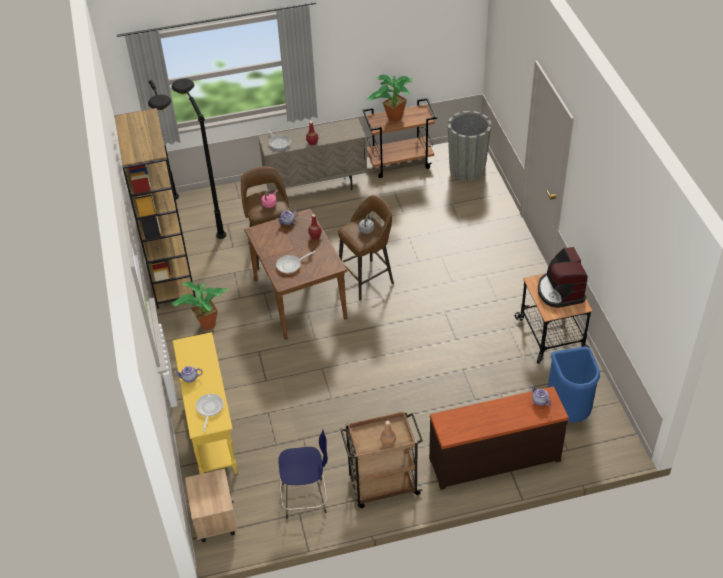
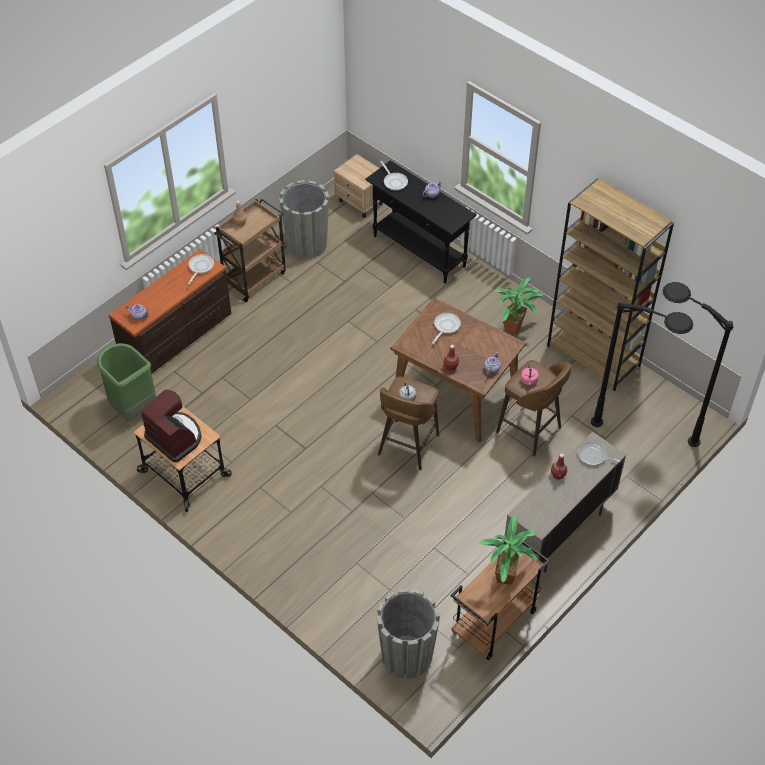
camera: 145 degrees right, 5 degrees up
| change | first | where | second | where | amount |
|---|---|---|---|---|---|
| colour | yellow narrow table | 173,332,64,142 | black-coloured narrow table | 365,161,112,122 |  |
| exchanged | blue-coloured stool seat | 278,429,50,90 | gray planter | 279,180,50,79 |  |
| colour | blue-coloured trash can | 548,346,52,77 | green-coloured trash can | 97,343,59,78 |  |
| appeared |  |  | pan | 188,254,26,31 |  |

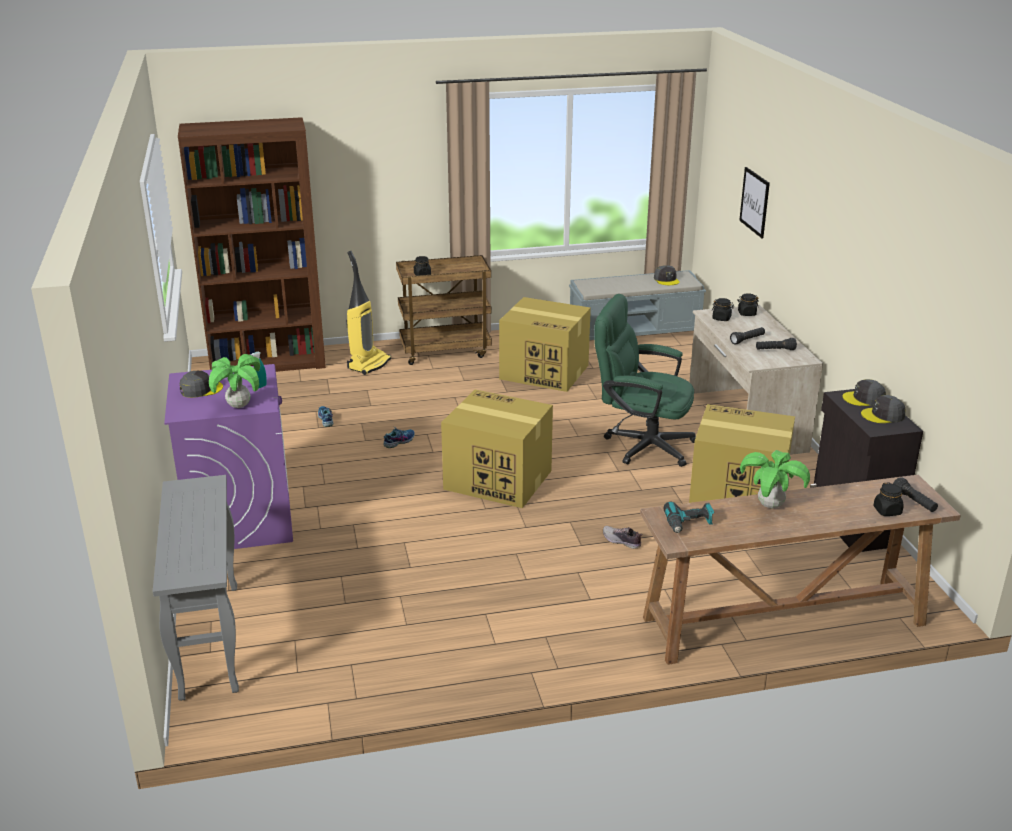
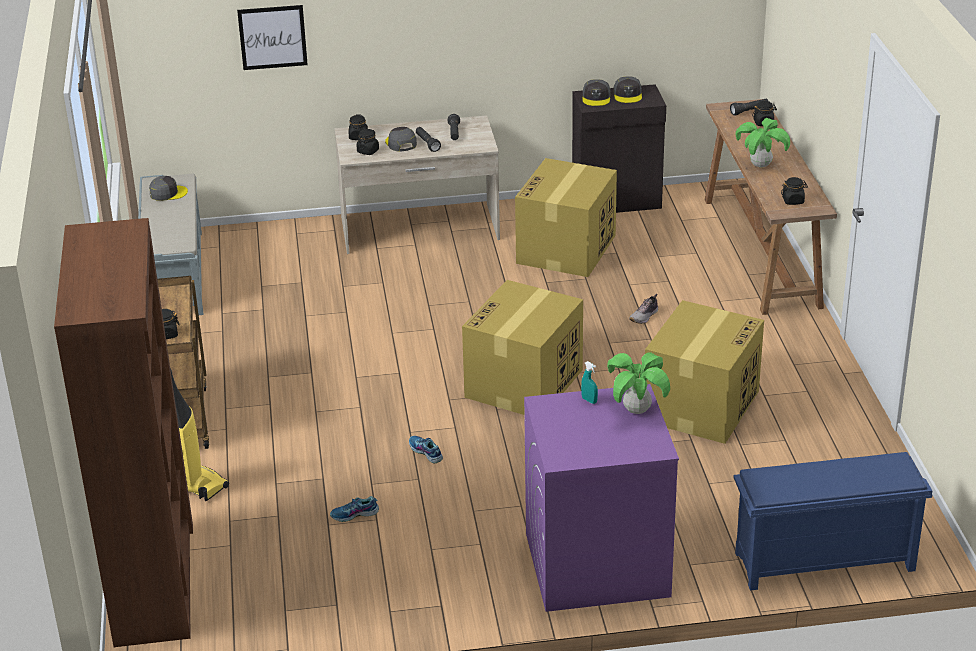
camera: 85 degrees left, 5 degrees up
| change | first | where | second | where | amount |
|---|---|---|---|---|---|
| exchanged | gray narrow table | 153,475,86,226 | blue-coloured shoe stand | 733,452,199,139 |  |
| relocated | gray peaked cap | 180,371,43,27 |  | 385,127,32,25 |  |
| relocated | cardboard box | 499,297,92,95 |  | 645,300,119,144 |  |
| missing | green-coloured computer chair | 594,294,102,173 |  |  |  |
| exchanged | drill | 664,501,50,32 | black-coloured jar | 781,177,27,28 |  |

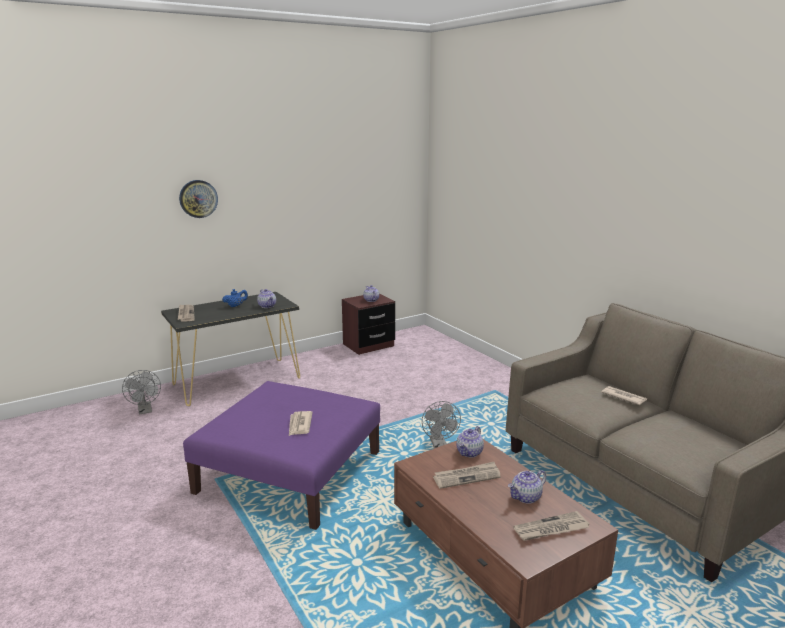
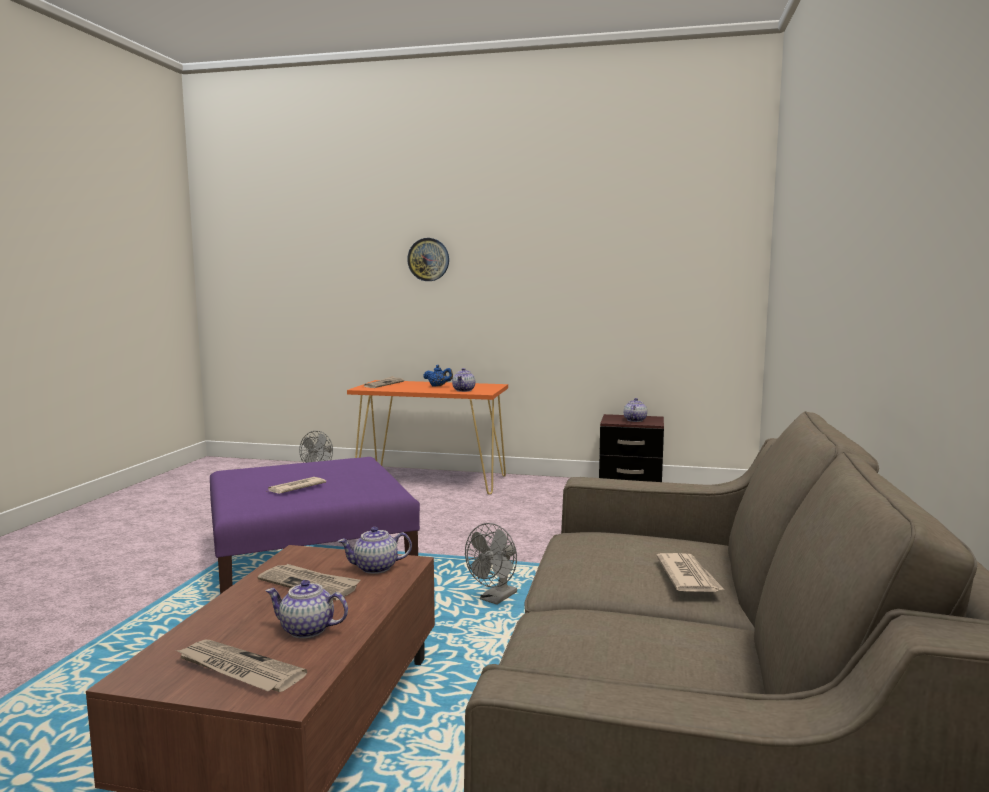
camera: 45 degrees right, 10 degrees down
| change | first | where | second | where | amount |
|---|---|---|---|---|---|
| colour | black-coloured narrow table | 161,292,139,114 | orangey narrow table | 347,380,161,115 |  |

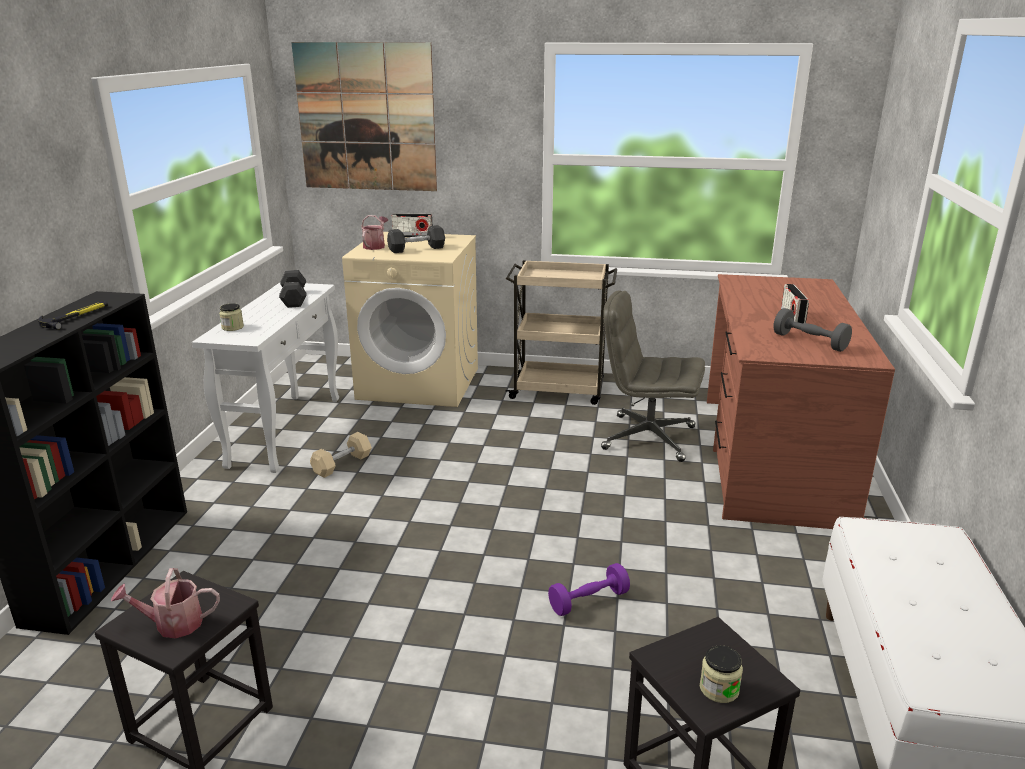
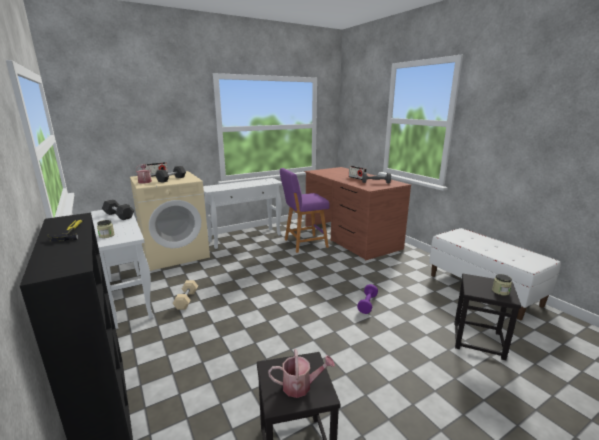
camera: 40 degrees left, 5 degrees down
| change | first | where | second | where | amount |
|---|---|---|---|---|---|
| spun | sprinkling can | 111,568,109,71 |  | 268,349,67,49 | 135 degrees counterclockwise |
| missing | wall art | 291,42,146,149 |  |  |  |
| exchanged | beige wheeled cart | 506,260,111,145 | whitish narrow table | 203,178,79,71 |  |
| exchanged | gray computer chair | 601,290,104,172 | purple-coloured stool seat | 280,168,50,85 |  |

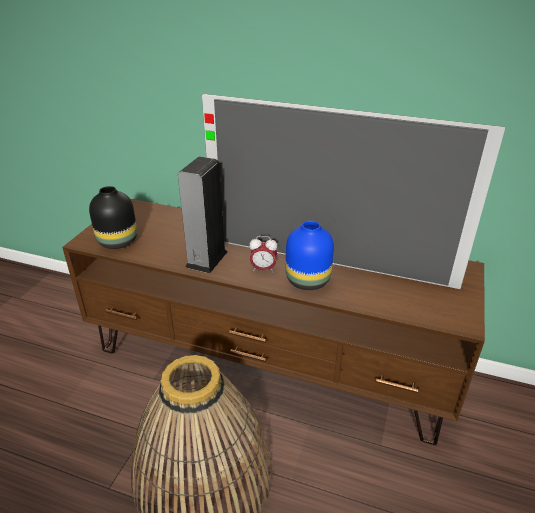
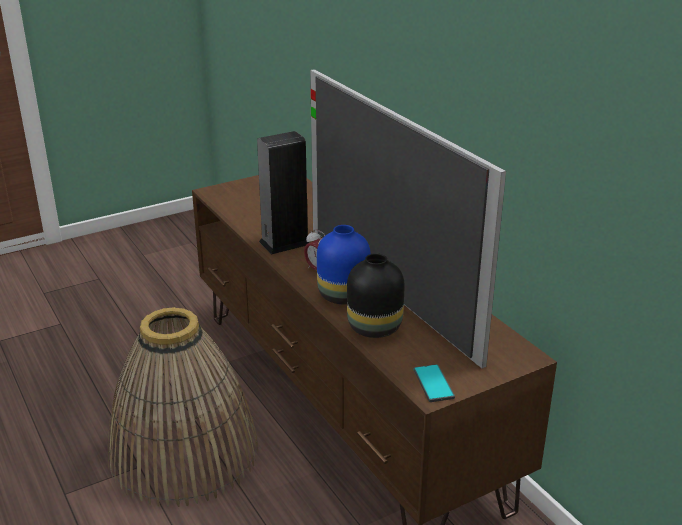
camera: 40 degrees right, 5 degrees down
| change | first | where | second | where | amount |
|---|---|---|---|---|---|
| relocated | black-coloured flower vase | 89,186,48,63 |  | 347,253,57,85 |  |
| appeared |  |  | telephone | 414,364,41,38 |  |

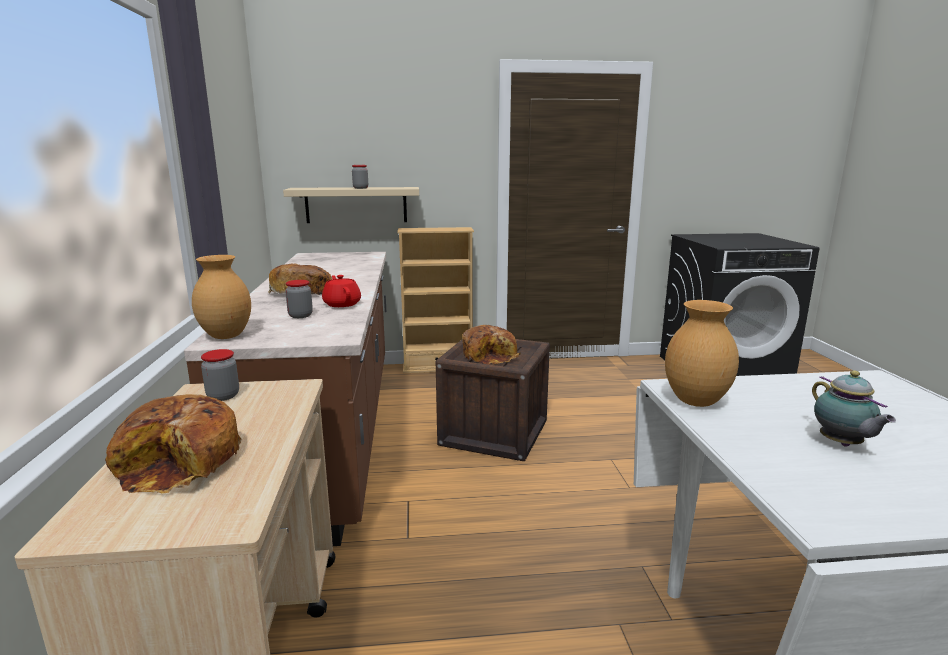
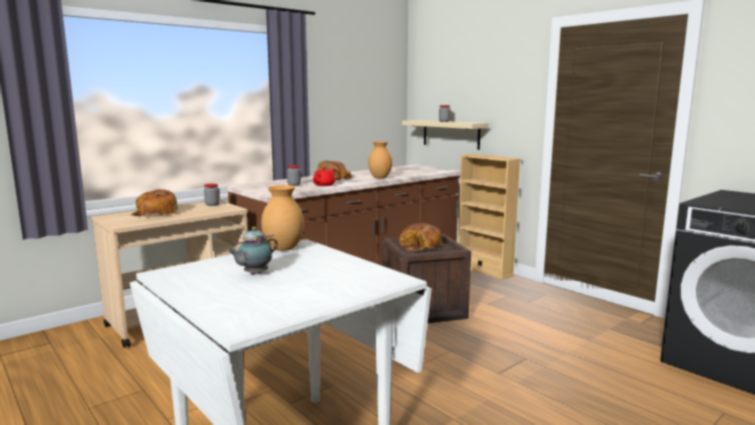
camera: 55 degrees right, 5 degrees down
| change | first | where | second | where | amount |
|---|---|---|---|---|---|
| relocated | brown-coloured flower vase | 192,255,59,84 |  | 368,141,24,38 |  |

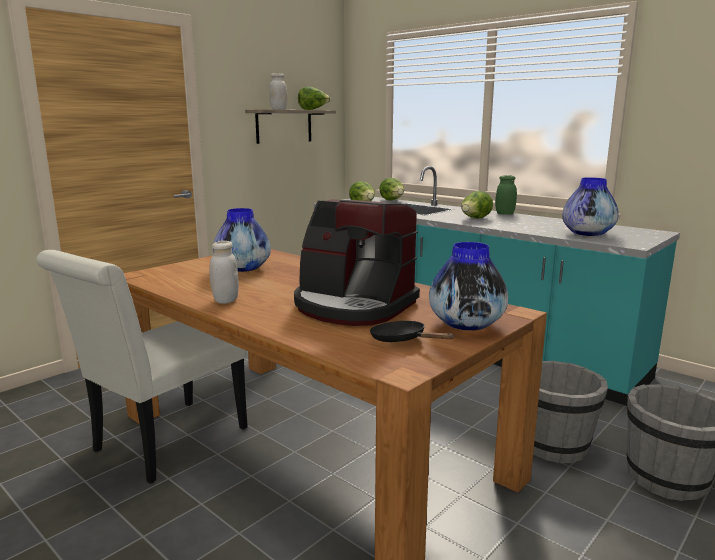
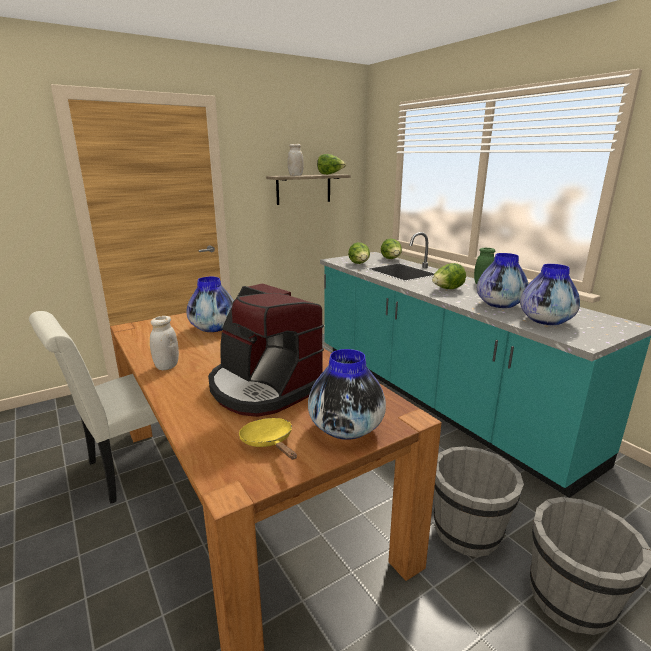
camera: 15 degrees right, 5 degrees up
| change | first | where | second | where | amount |
|---|---|---|---|---|---|
| colour | black-coloured pan | 370,321,85,21 | yellow pan | 239,418,58,42 |  |
| appeared |  |  | flower vase | 477,253,51,55 |  |

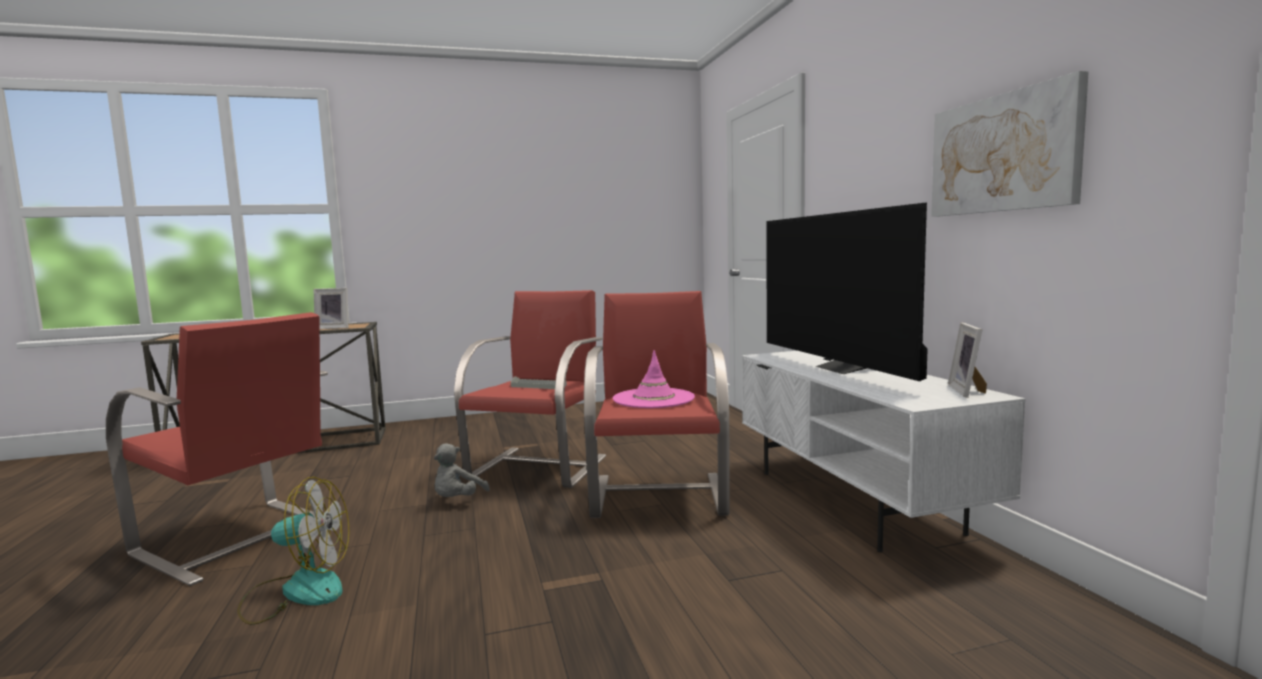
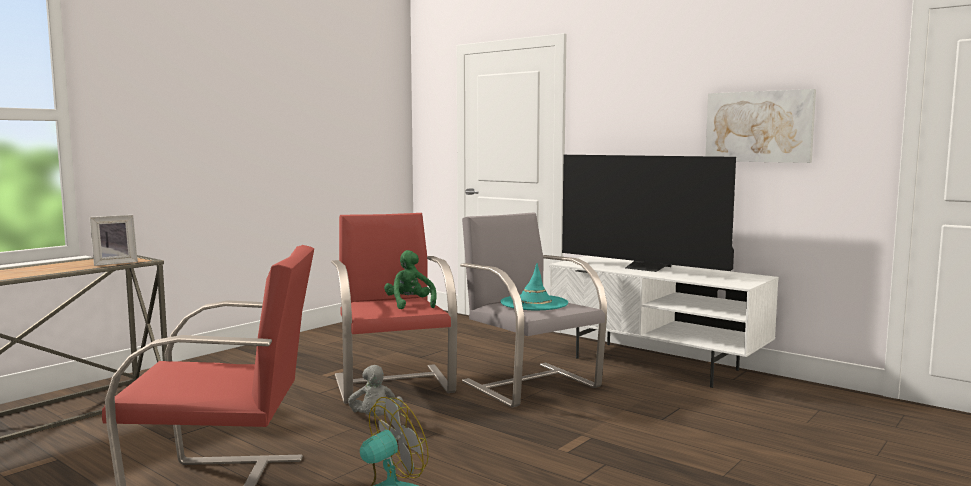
camera: 35 degrees left, 0 degrees up
| change | first | where | second | where | amount |
|---|---|---|---|---|---|
| exchanged | gray tray | 511,376,56,13 | green-coloured plush toy | 384,250,53,59 |  |
| colour | reddish easy chair | 584,291,146,227 | gray easy chair | 460,212,147,195 |  |
| colour | pink-coloured wearable hat | 613,350,82,58 | turquoise-coloured wearable hat | 500,263,68,47 |  |
| missing | picture frame | 948,322,39,76 |  |  |  |

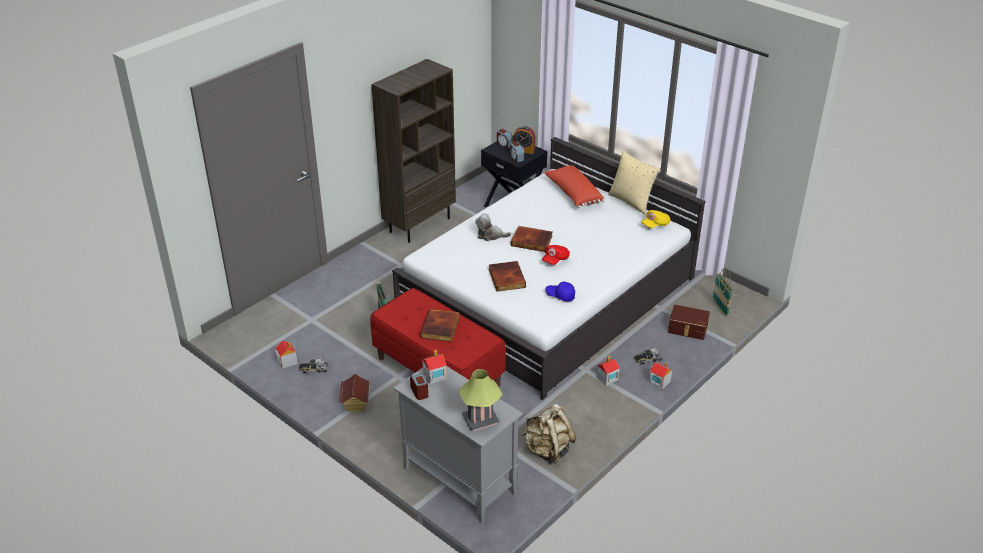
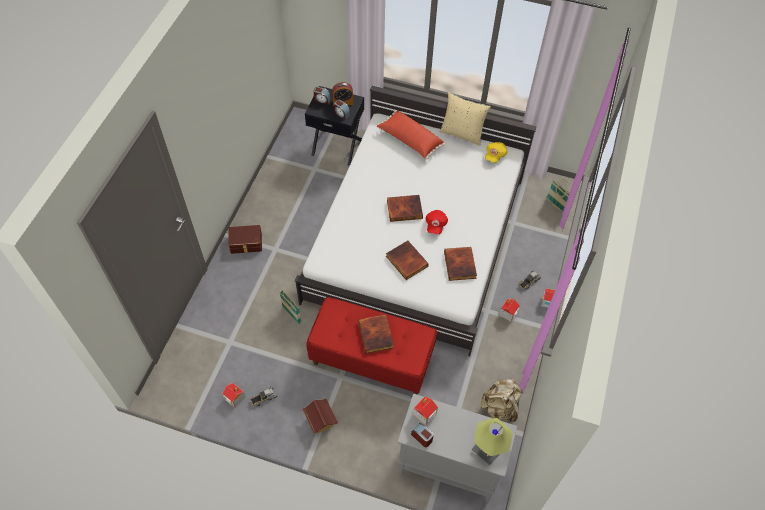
camera: 25 degrees left, 20 degrees up
| change | first | where | second | where | amount |
|---|---|---|---|---|---|
| missing | brown-coloured bookcase | 371,59,85,184 |  |  |  |
| missing | plush toy | 475,213,36,28 |  |  |  |
| exchanged | blue-coloured peaked cap | 546,281,29,21 | book | 444,247,33,34 |  |
| relocated | brown-coloured storage container | 668,305,42,35 |  | 228,225,34,29 |  |

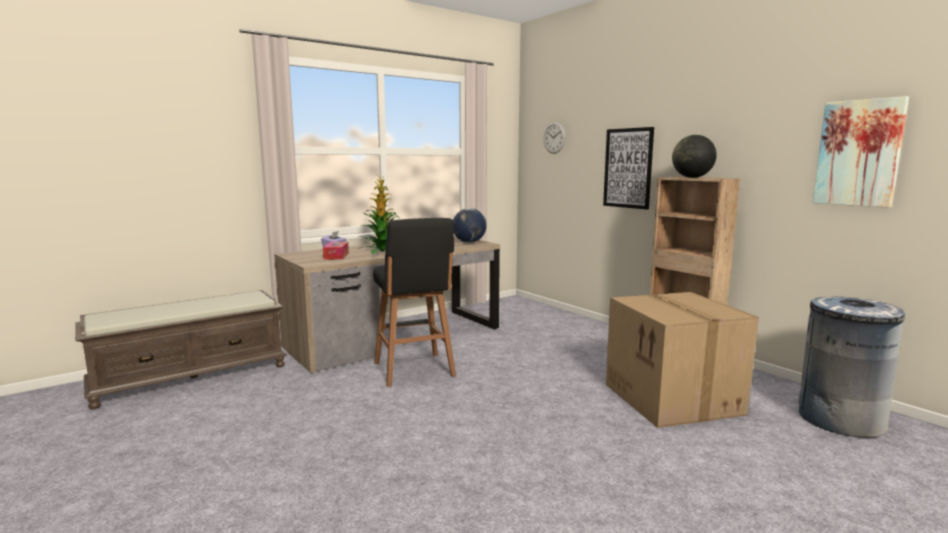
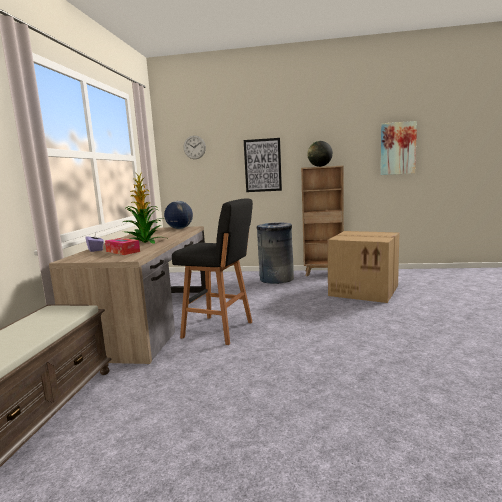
camera: 45 degrees left, 0 degrees up
| change | first | where | second | where | amount |
|---|---|---|---|---|---|
| relocated | gray trash can | 798,296,108,142 |  | 257,222,37,62 |  |

